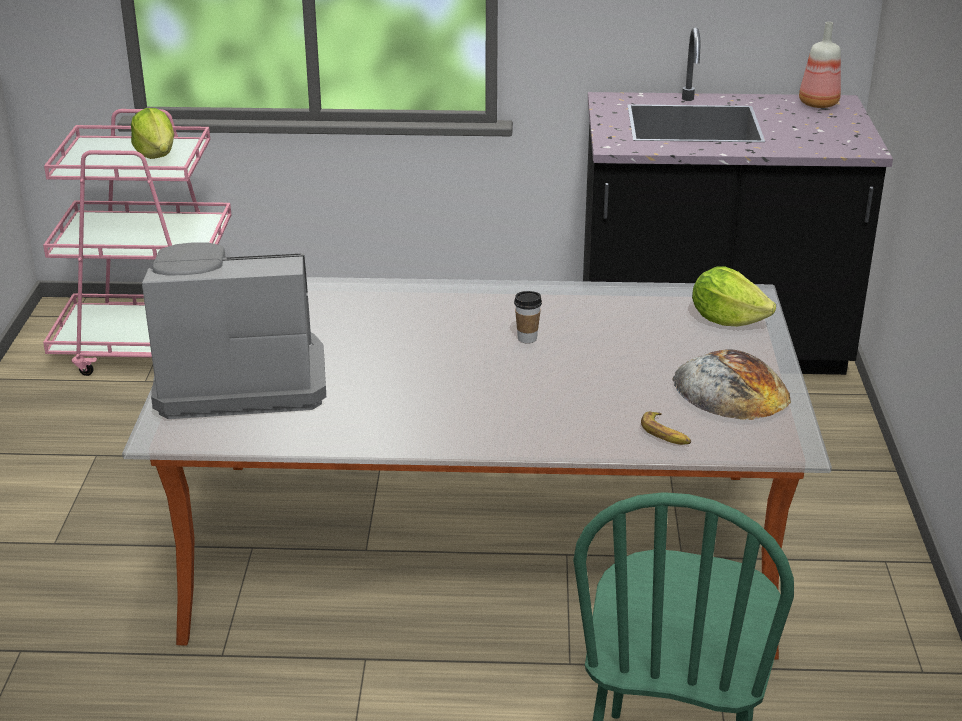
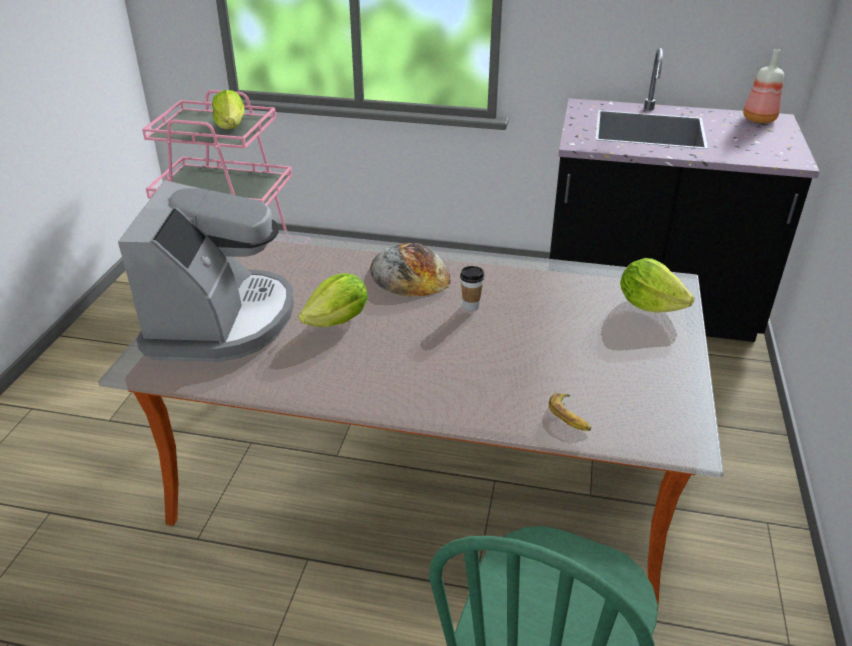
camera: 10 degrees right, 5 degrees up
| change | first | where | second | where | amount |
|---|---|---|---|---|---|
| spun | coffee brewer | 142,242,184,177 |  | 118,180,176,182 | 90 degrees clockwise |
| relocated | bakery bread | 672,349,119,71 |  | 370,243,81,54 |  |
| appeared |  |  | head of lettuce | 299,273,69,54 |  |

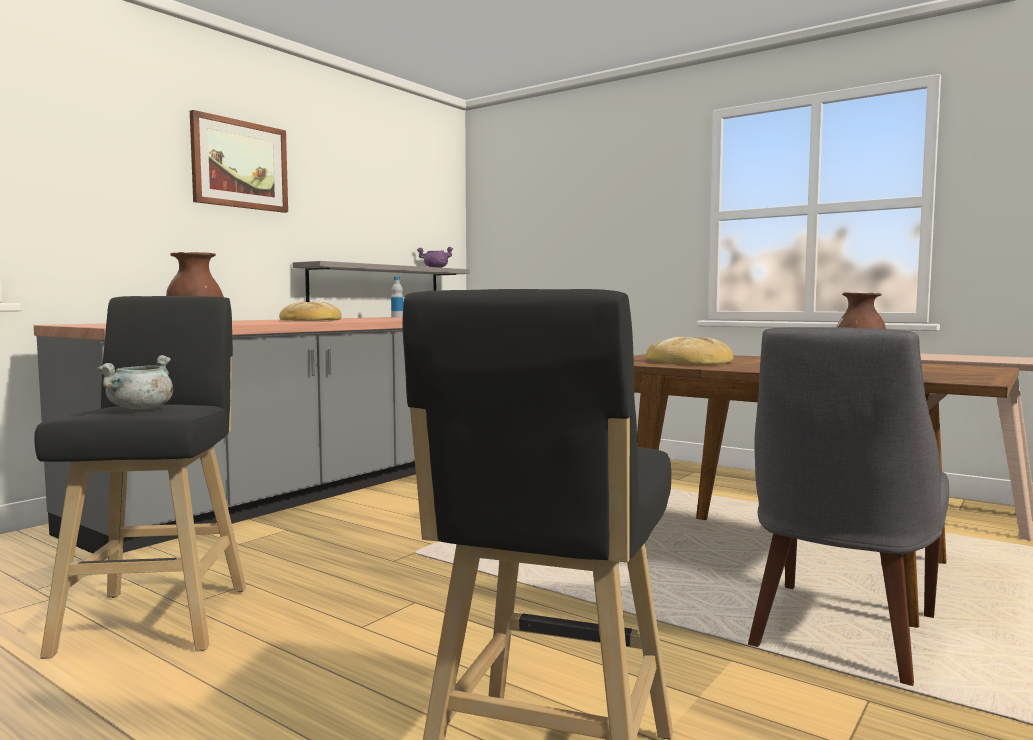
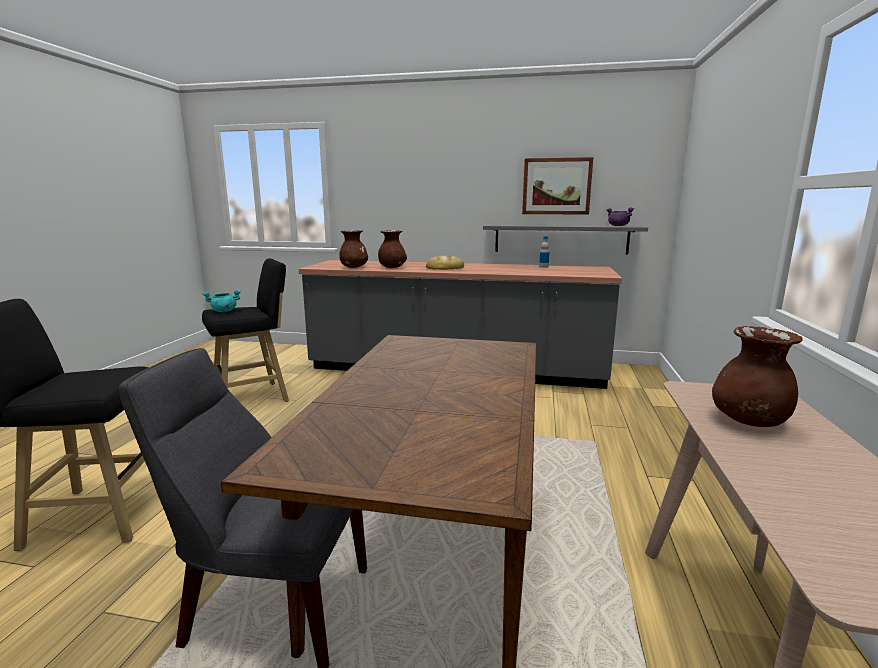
camera: 65 degrees right, 10 degrees up
| change | first | where | second | where | amount |
|---|---|---|---|---|---|
| colour | gray cooking pot | 97,355,76,55 | turquoise-coloured cooking pot | 202,290,39,22 |  |
| relocated | wall art | 190,110,98,103 |  | 522,157,71,58 |  |
| missing | bakery bread | 646,337,87,28 |  |  |  |
| appeared |  |  | brown-coloured flower vase | 378,230,29,38 |  |

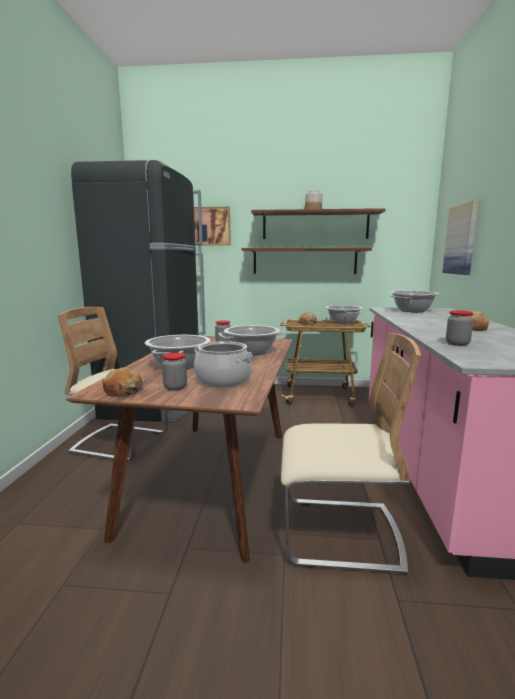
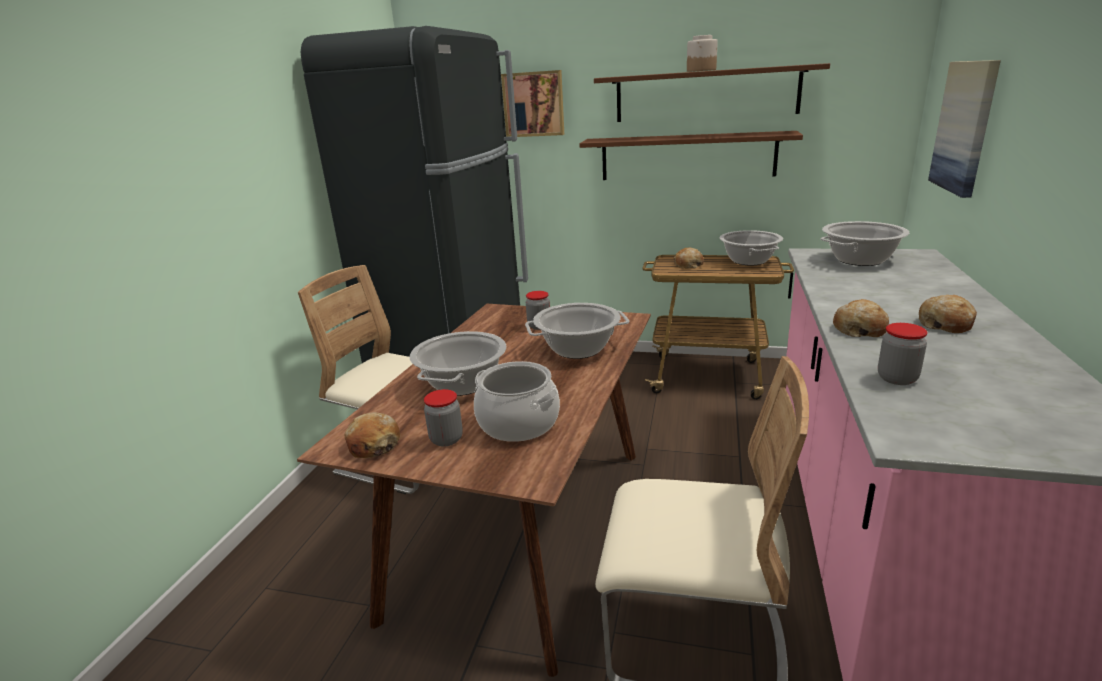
camera: 10 degrees right, 10 degrees up
| change | first | where | second | where | amount |
|---|---|---|---|---|---|
| appeared |  |  | bakery bread | 833,299,56,38 |  |

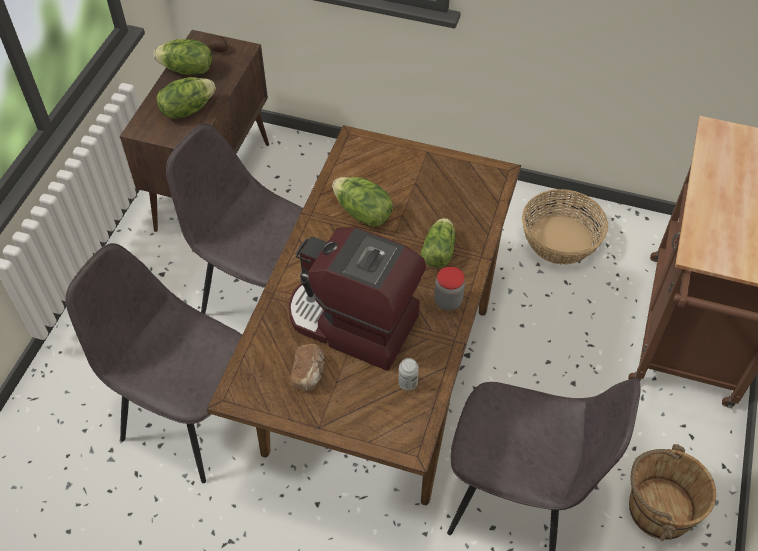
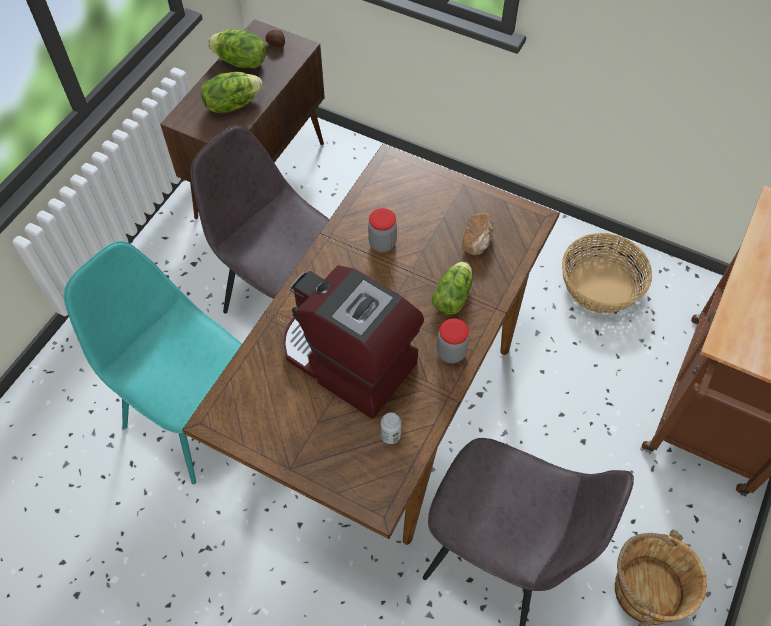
camera: 10 degrees right, 5 degrees up
| change | first | where | second | where | amount |
|---|---|---|---|---|---|
| colour | gray upright chair | 66,243,176,240 | turquoise-coloured upright chair | 64,241,178,243 |  |
| relocated | bakery bread | 291,344,34,48 |  | 462,213,33,42 |  |
| exchanged | head of lettuce | 332,177,61,50 | jar | 368,208,29,44 |  |

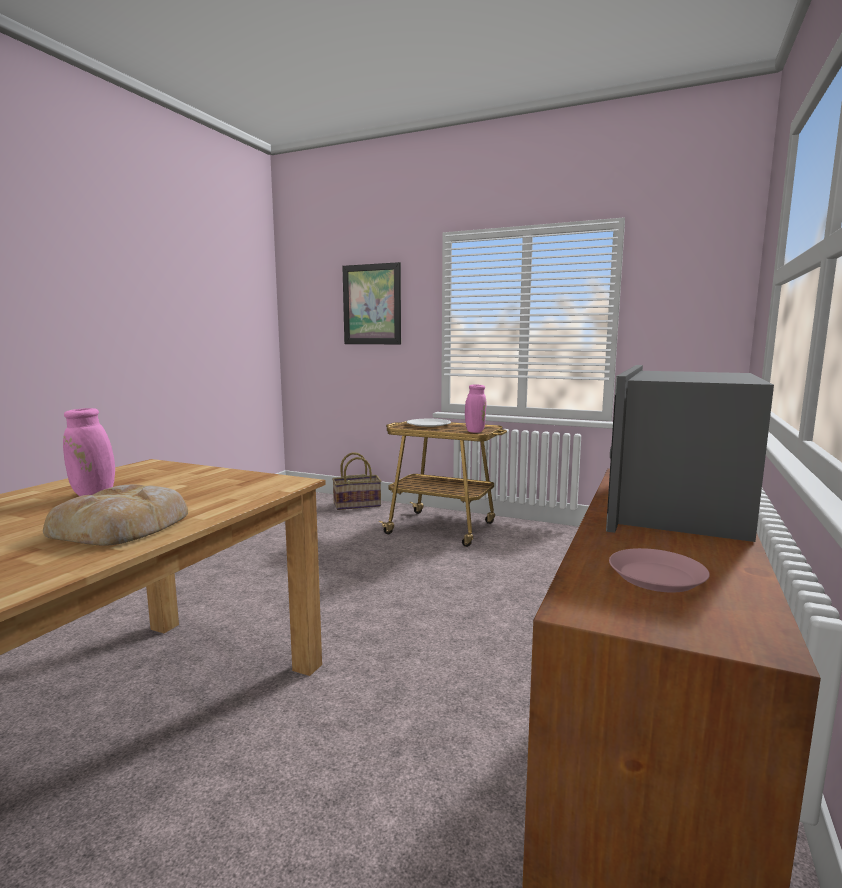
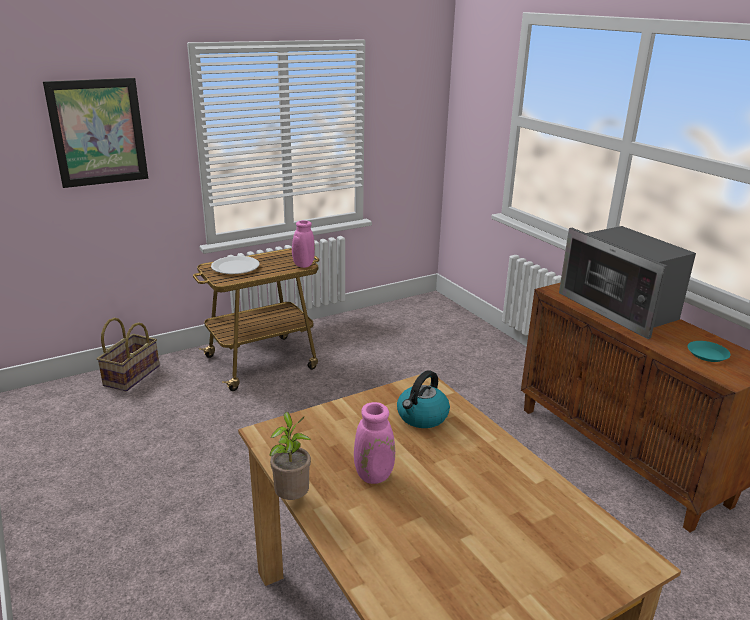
camera: 55 degrees left, 15 degrees up
| change | first | where | second | where | amount |
|---|---|---|---|---|---|
| missing | bakery bread | 43,485,145,61 |  |  |  |
| colour | pink-coloured flat dish | 609,548,101,45 | turquoise-coloured flat dish | 687,341,44,21 |  |
| appeared |  |  | plant in a pot | 269,412,42,88 |  |
| appeared |  |  | water kettle | 397,370,53,58 |  |

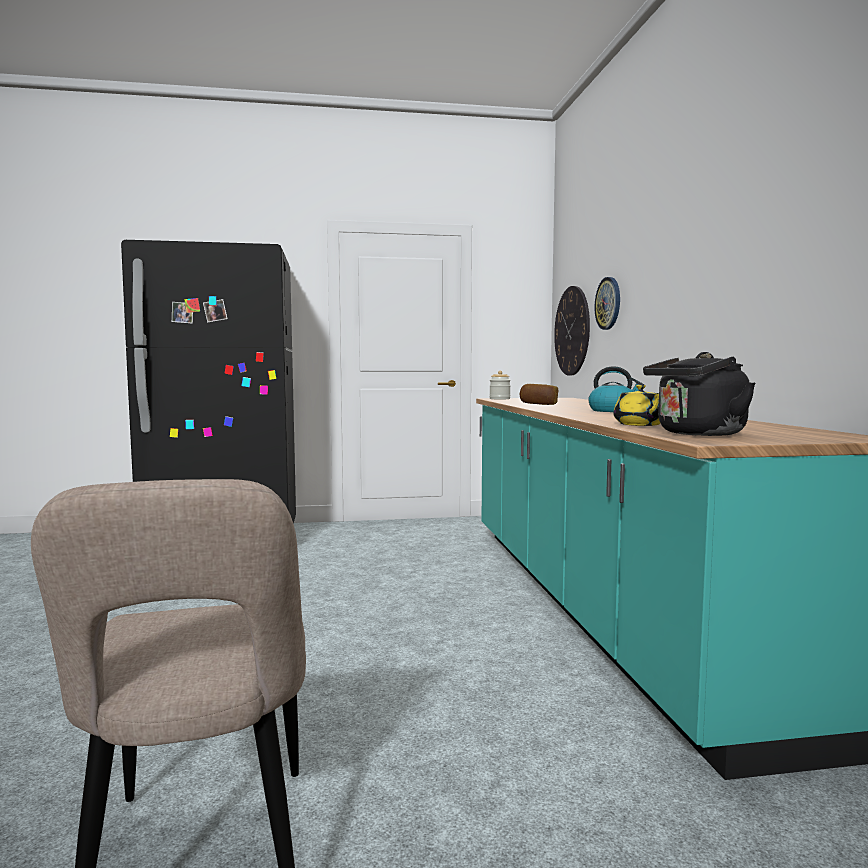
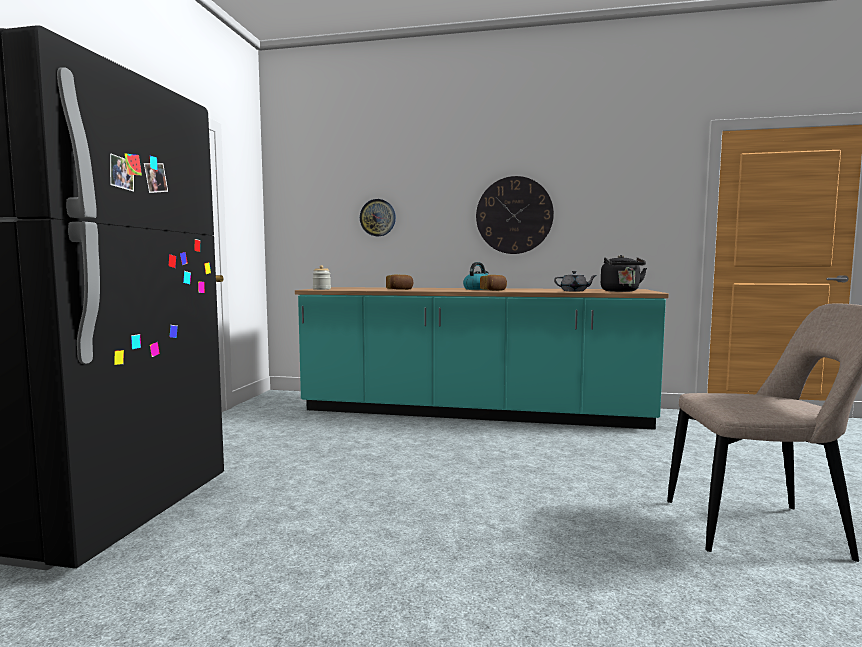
camera: 70 degrees left, 0 degrees up
| change | first | where | second | where | amount |
|---|---|---|---|---|---|
| relocated | clock on the wall | 554,286,36,90 |  | 476,176,78,78 |  |
| colour | yellow tea pot | 613,385,47,41 | gray tea pot | 554,271,43,21 |  |
| appeared |  |  | bakery bread | 480,275,27,16 |  |

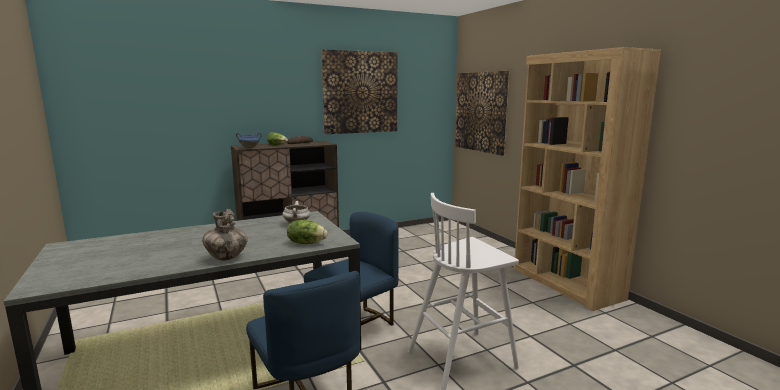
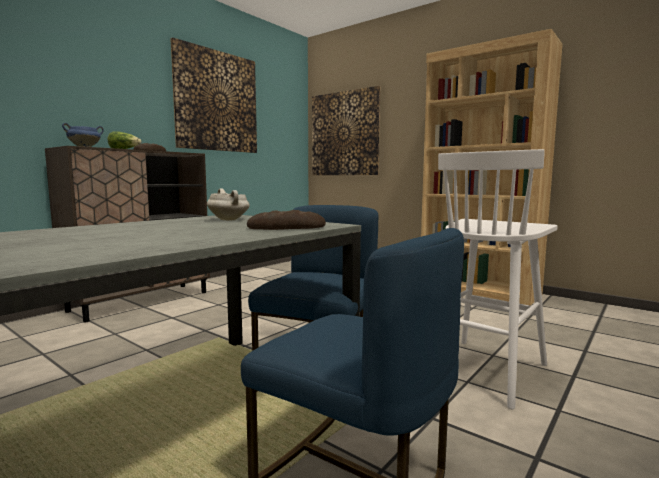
camera: 25 degrees left, 5 degrees down
| change | first | where | second | where | amount |
|---|---|---|---|---|---|
| missing | flower vase | 202,209,46,51 |  |  |  |
| exchanged | head of lettuce | 287,220,41,24 | bakery bread | 247,210,79,20 |  |

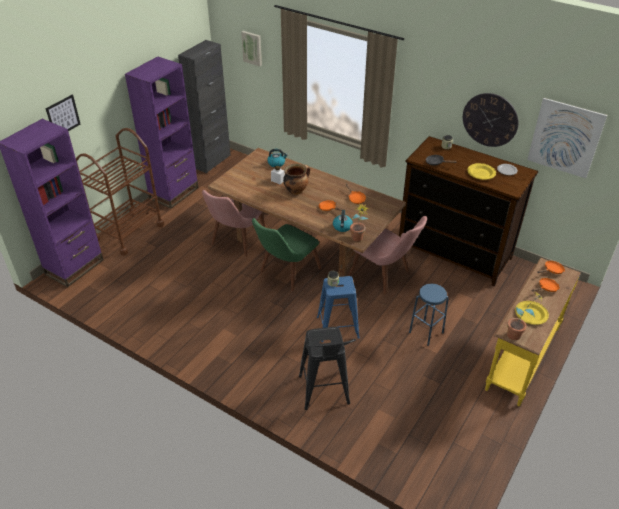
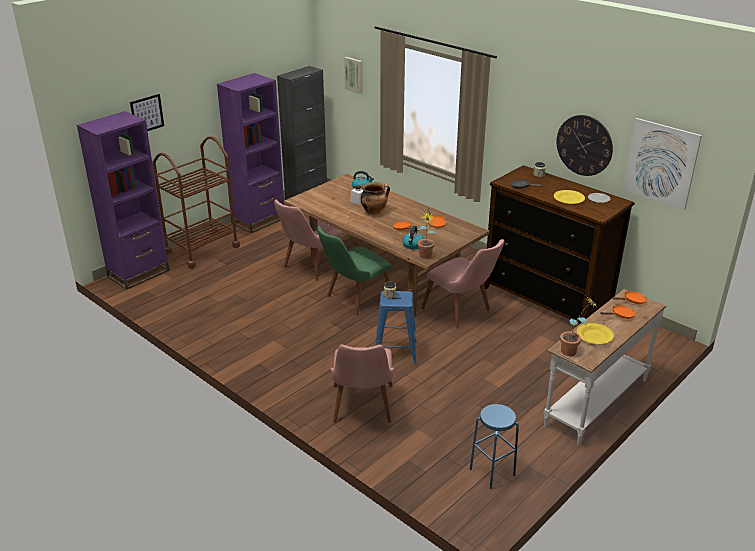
camera: 10 degrees right, 10 degrees down
| change | first | where | second | where | amount |
|---|---|---|---|---|---|
| exchanged | black-coloured stool seat | 299,327,57,83 | pink-coloured upright chair | 331,344,64,79 |  |
| relocated | blue-coloured stool seat | 409,284,40,62 |  | 470,404,49,85 |  |
| colour | yellow narrow table | 485,258,96,148 | whitish narrow table | 543,289,123,157 |  |

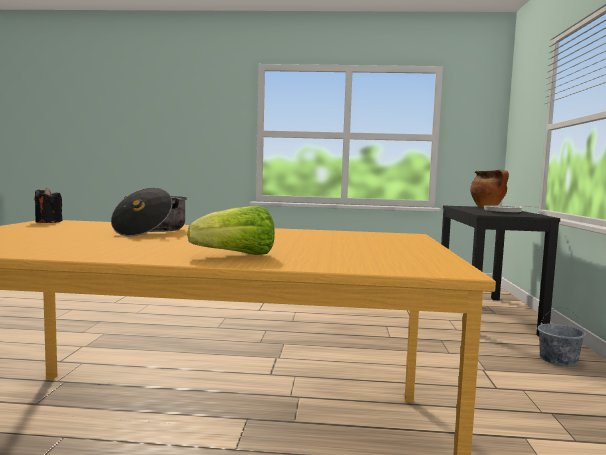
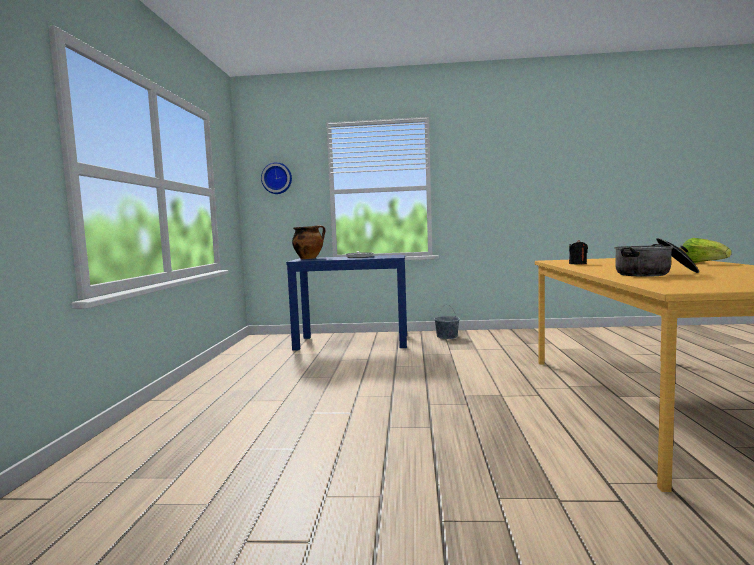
camera: 90 degrees left, 0 degrees up
| change | first | where | second | where | amount |
|---|---|---|---|---|---|
| relocated | black-coloured candle | 35,187,27,36 |  | 569,240,19,25 |  |
| colour | black-coloured narrow table | 441,205,119,132 | blue-coloured narrow table | 286,255,121,95 |  |
| appeared |  |  | clock on the wall | 261,162,31,32 |  |

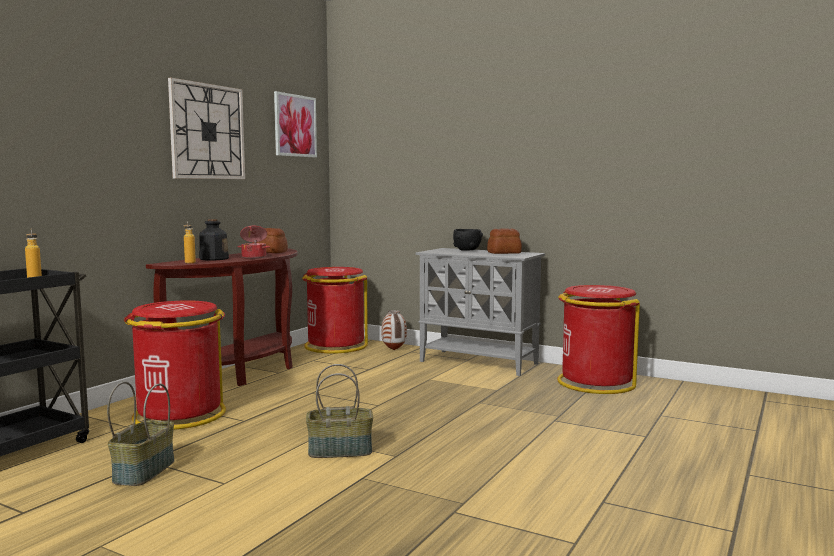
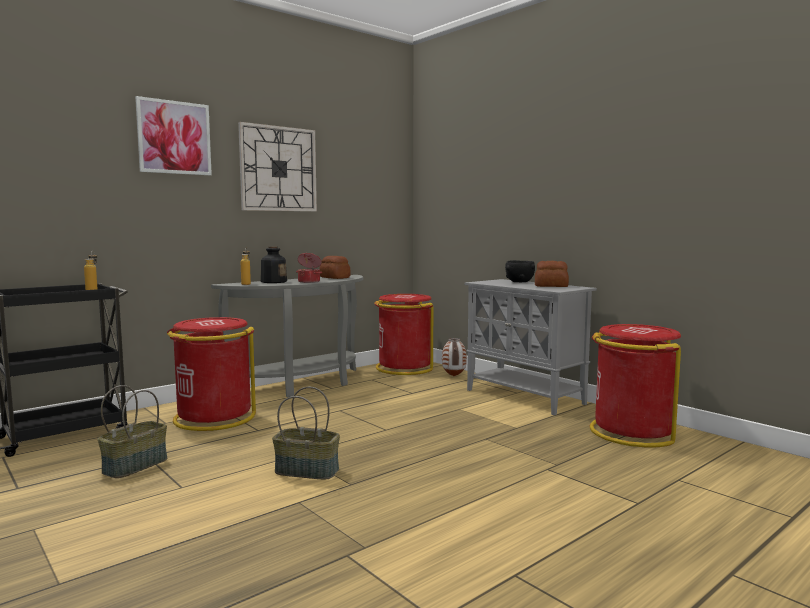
camera: 20 degrees right, 0 degrees up
| change | first | where | second | where | amount |
|---|---|---|---|---|---|
| colour | brown-coloured narrow table | 146,248,152,138 | gray narrow table | 211,275,152,122 |  |
| relocated | wall art | 274,91,43,66 |  | 135,96,77,79 |  |

